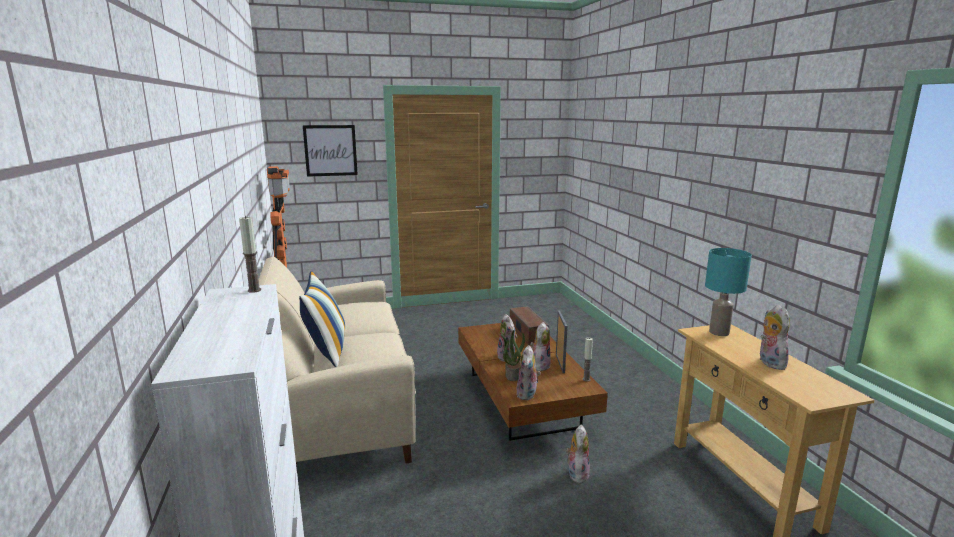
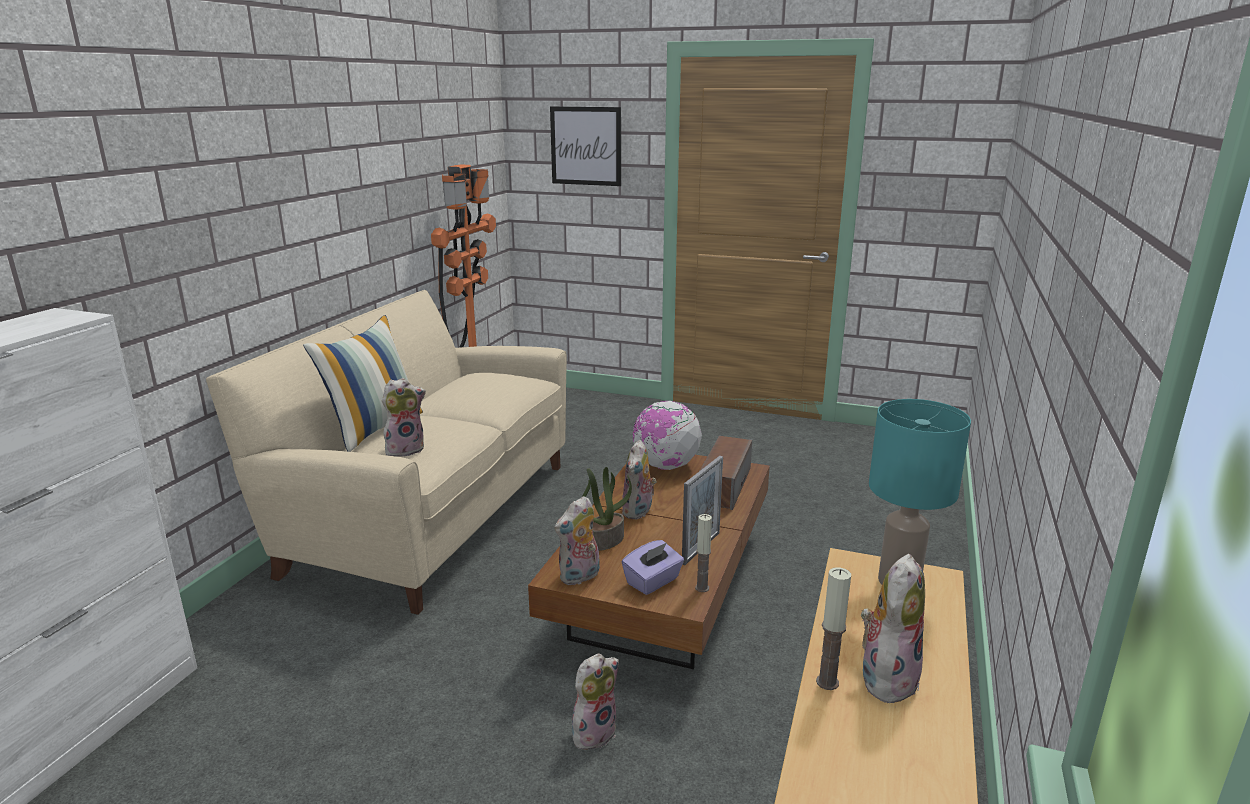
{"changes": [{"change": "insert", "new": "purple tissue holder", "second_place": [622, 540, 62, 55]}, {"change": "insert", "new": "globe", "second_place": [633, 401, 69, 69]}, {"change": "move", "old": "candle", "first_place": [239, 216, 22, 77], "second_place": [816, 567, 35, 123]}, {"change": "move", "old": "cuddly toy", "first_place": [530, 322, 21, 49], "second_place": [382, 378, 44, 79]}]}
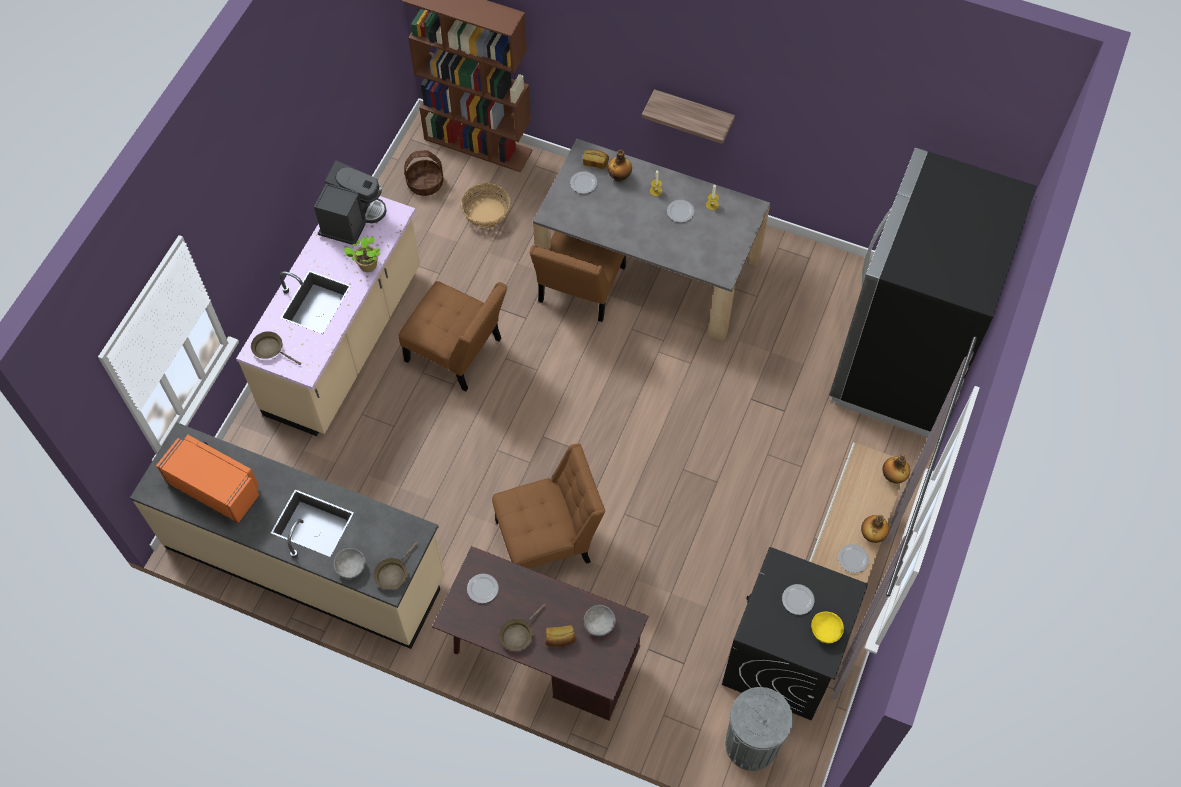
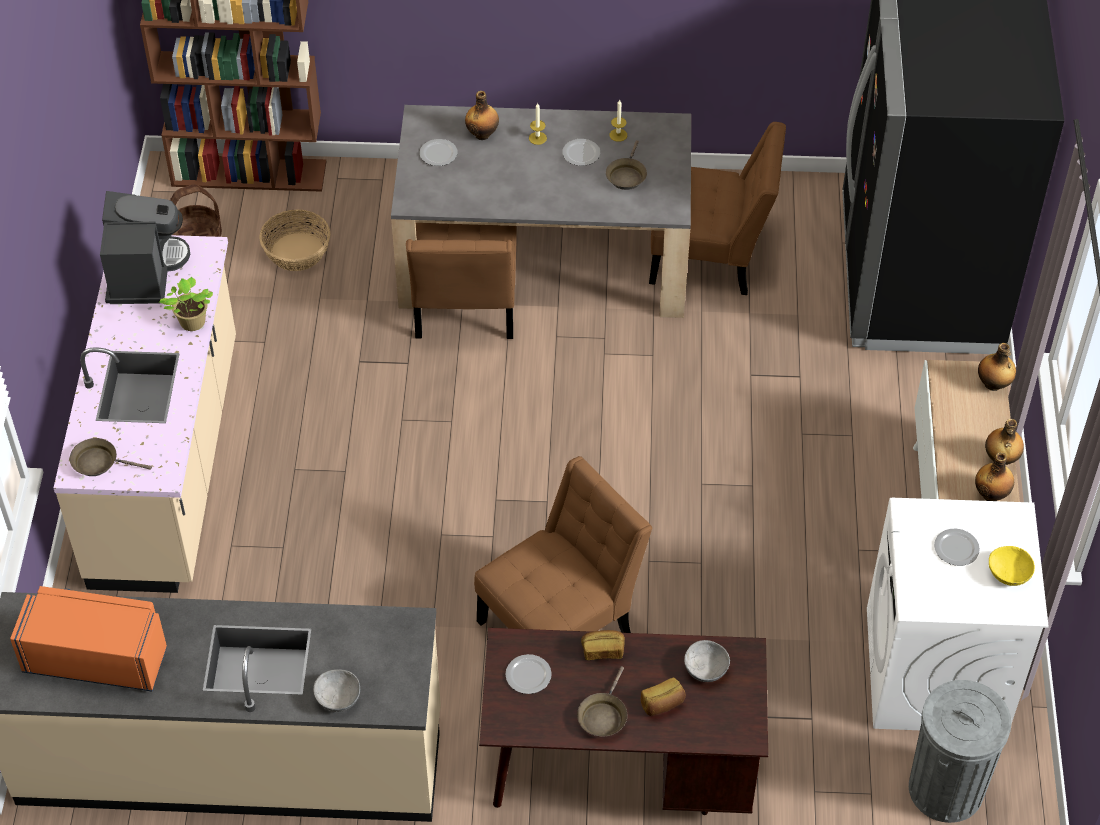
{"changes": [{"change": "delete", "old": "bracket shelf", "first_place": [641, 89, 94, 55]}, {"change": "move", "old": "brown-coloured pan", "first_place": [373, 541, 45, 49], "second_place": [606, 140, 41, 50]}, {"change": "move", "old": "brown-coloured plain chair", "first_place": [399, 281, 109, 111], "second_place": [649, 122, 137, 173]}, {"change": "move", "old": "bakery bread", "first_place": [583, 149, 26, 21], "second_place": [581, 630, 44, 30]}, {"change": "replace", "old": "dinner plate", "new": "drink bottle", "first_place": [838, 544, 31, 29], "second_place": [975, 453, 39, 48]}, {"change": "recolor", "old": "black laundry appliance", "new": "white laundry appliance", "first_place": [722, 547, 146, 173], "second_place": [867, 498, 182, 232]}]}
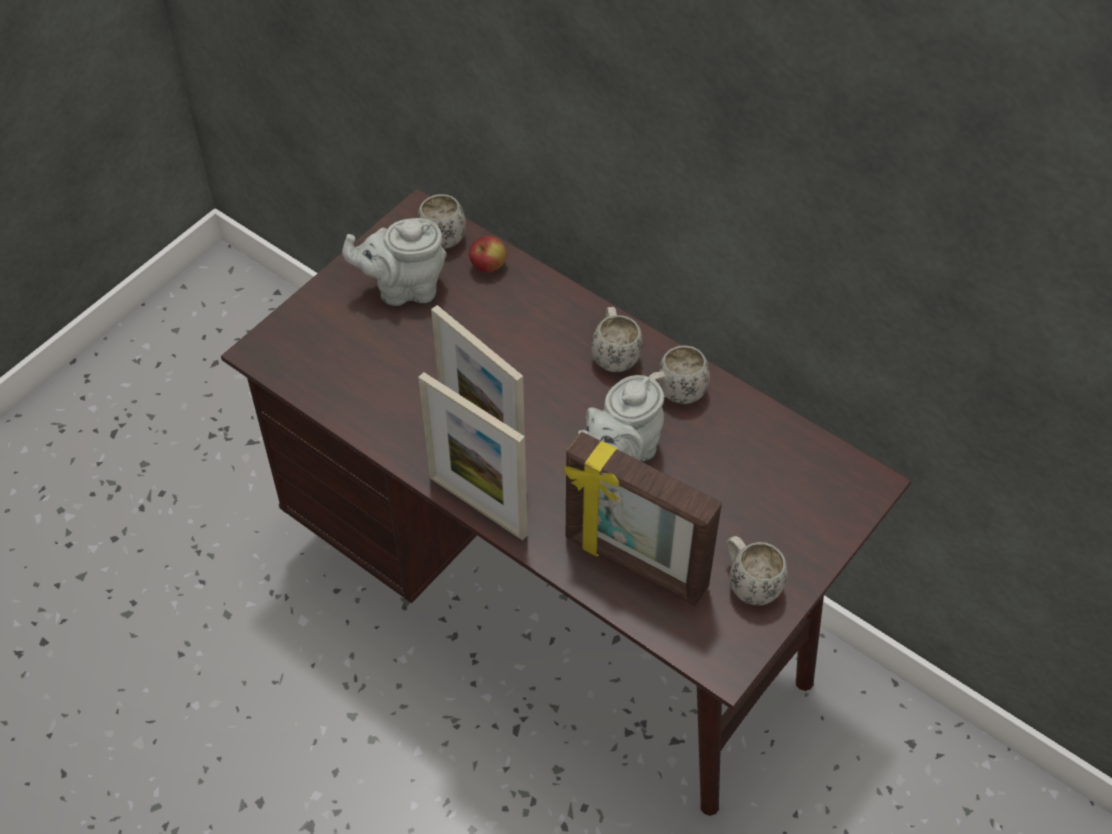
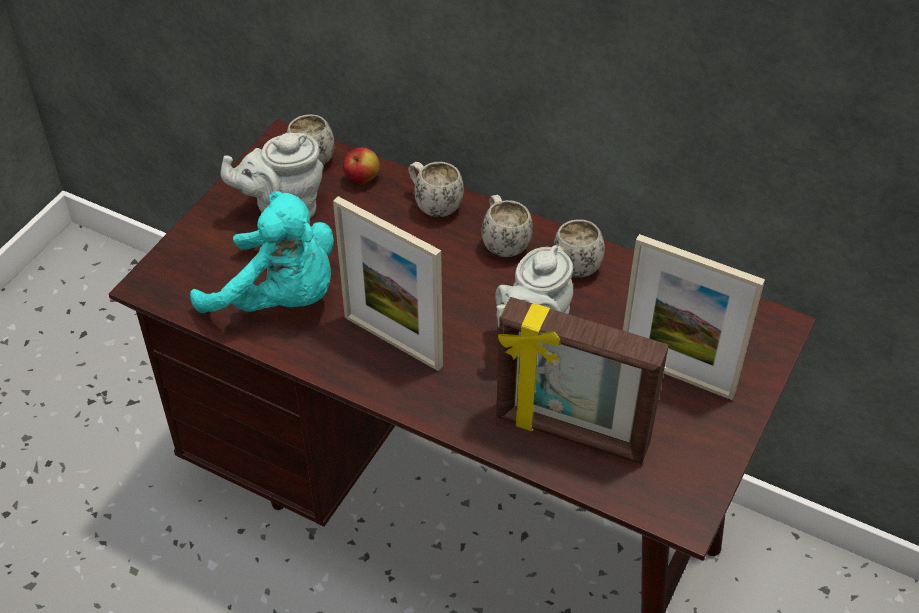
{"changes": [{"change": "insert", "new": "blue-green cuddly toy", "second_place": [190, 191, 144, 122]}, {"change": "move", "old": "standing frame", "first_place": [418, 372, 110, 168], "second_place": [623, 234, 142, 166]}, {"change": "move", "old": "white coffee mug", "first_place": [726, 536, 62, 70], "second_place": [408, 162, 56, 55]}]}
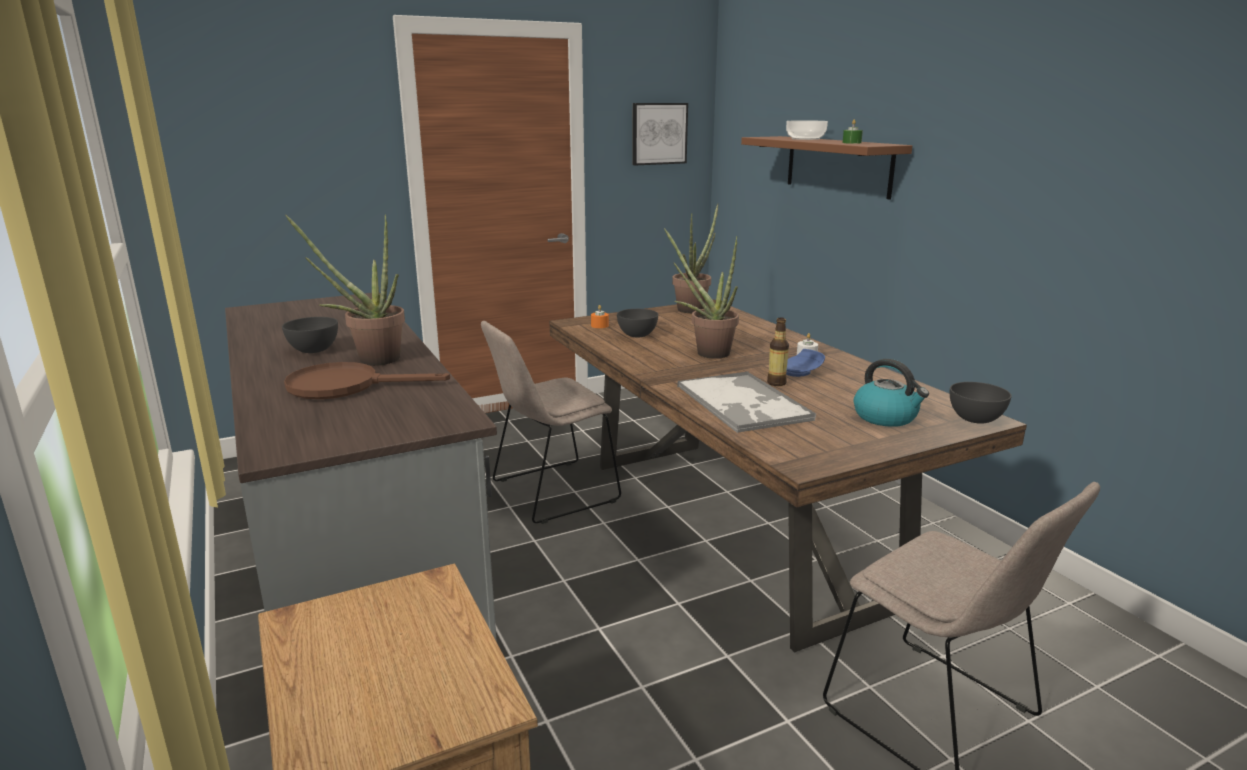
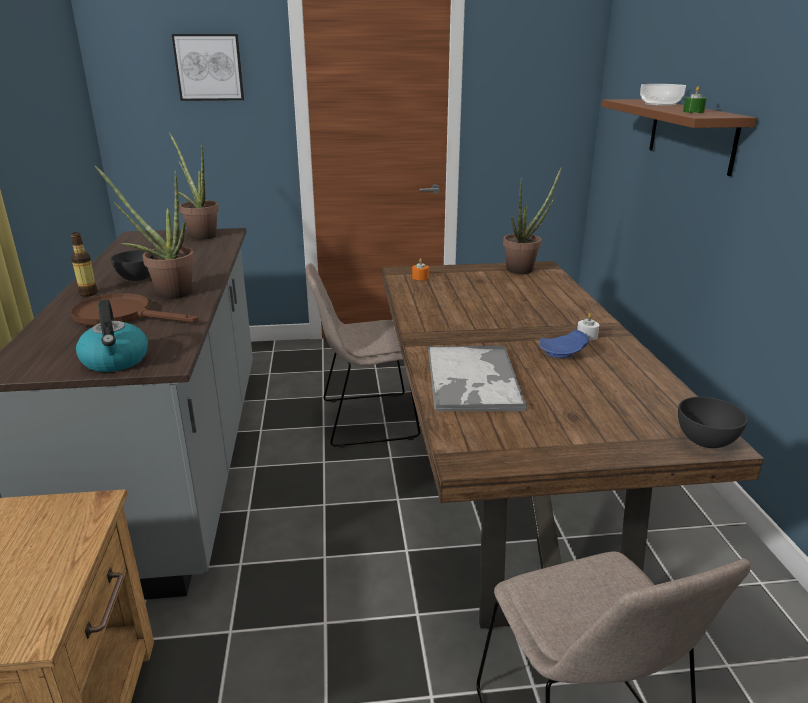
{"changes": [{"change": "delete", "old": "grey serving bowl", "first_place": [617, 309, 41, 28]}, {"change": "move", "old": "picture", "first_place": [632, 103, 56, 62], "second_place": [172, 34, 72, 67]}, {"change": "move", "old": "potted plant", "first_place": [664, 228, 75, 131], "second_place": [169, 132, 50, 108]}, {"change": "move", "old": "drink bottle", "first_place": [767, 318, 22, 68], "second_place": [71, 232, 27, 65]}, {"change": "move", "old": "kettle", "first_place": [854, 359, 75, 68], "second_place": [76, 300, 72, 72]}]}
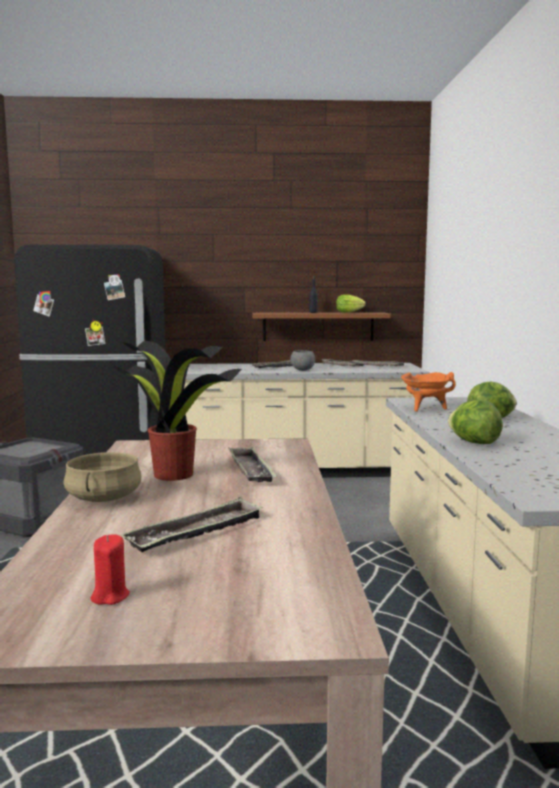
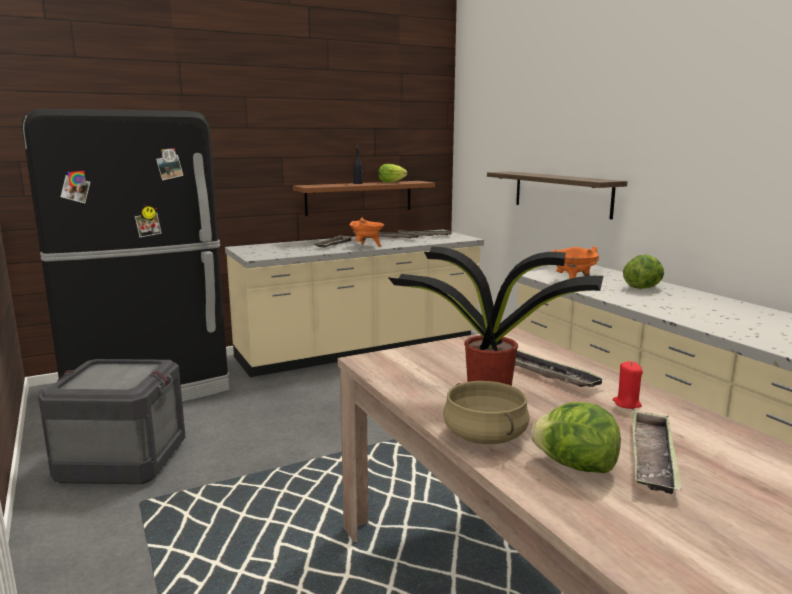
{"changes": [{"change": "insert", "new": "bracket shelf", "second_place": [487, 172, 140, 48]}, {"change": "move", "old": "red-coloured candle", "first_place": [91, 534, 39, 71], "second_place": [612, 361, 31, 48]}, {"change": "move", "old": "head of lettuce", "first_place": [448, 399, 55, 45], "second_place": [531, 402, 90, 71]}, {"change": "replace", "old": "grey serving bowl", "new": "orangey cooking pot", "first_place": [290, 350, 25, 21], "second_place": [349, 218, 35, 29]}]}
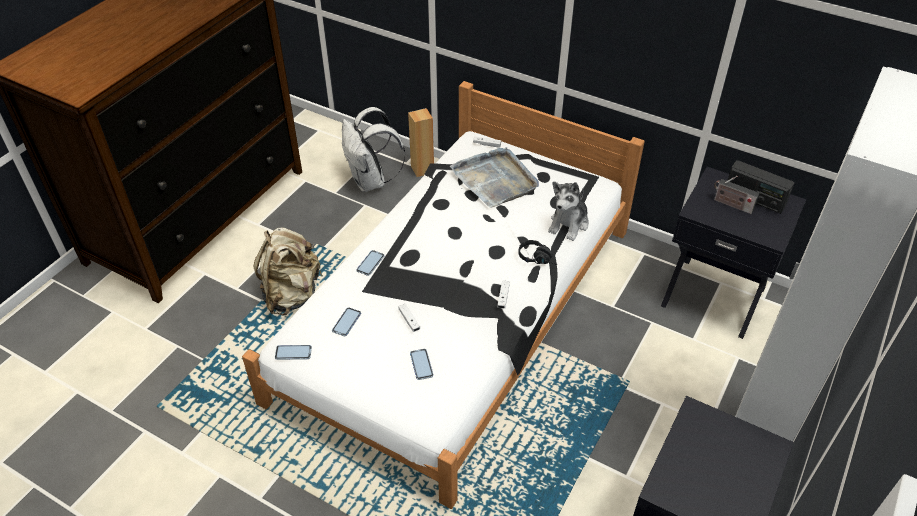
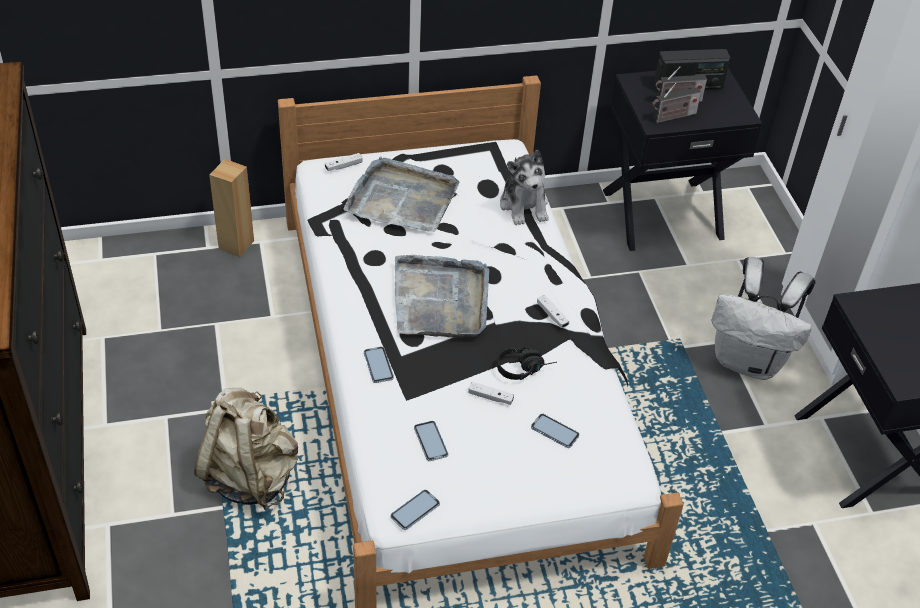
{"changes": [{"change": "insert", "new": "grey tray", "second_place": [395, 255, 94, 83]}, {"change": "insert", "new": "radio set", "second_place": [652, 83, 49, 40]}, {"change": "move", "old": "white backpack", "first_place": [342, 107, 63, 85], "second_place": [712, 257, 104, 123]}, {"change": "move", "old": "black pair of headphones", "first_place": [518, 240, 39, 25], "second_place": [497, 347, 60, 33]}]}
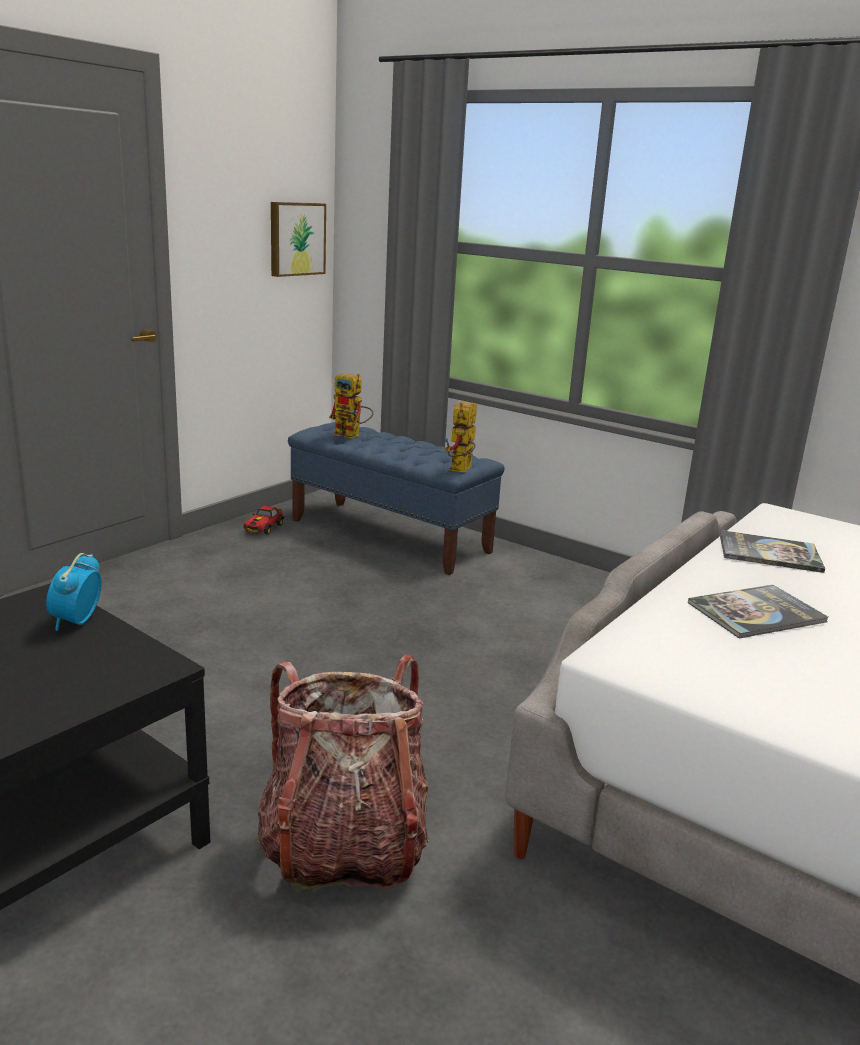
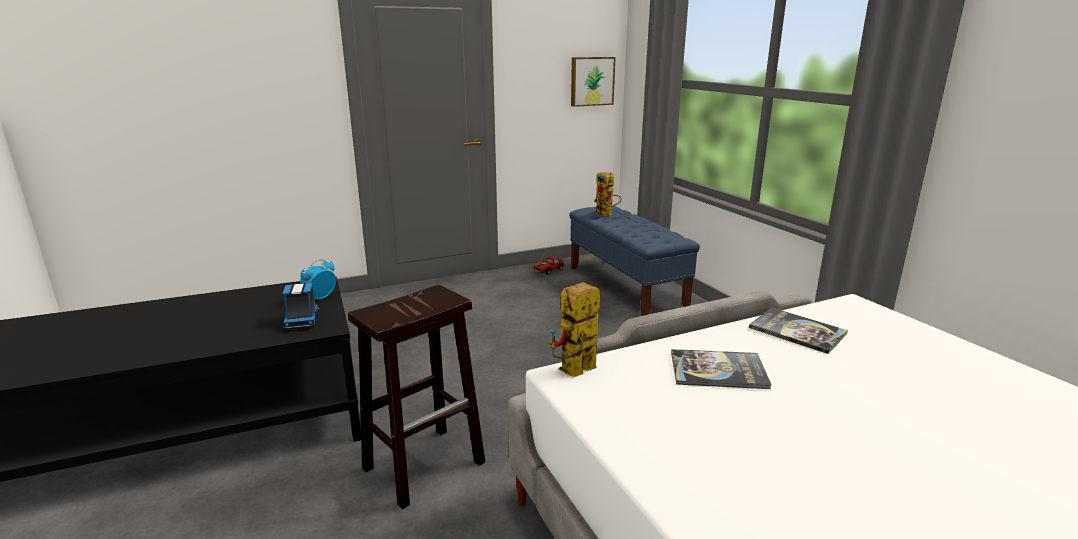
{"changes": [{"change": "insert", "new": "toy lorry", "second_place": [281, 283, 39, 46]}, {"change": "move", "old": "toy robot", "first_place": [444, 401, 33, 71], "second_place": [549, 282, 51, 96]}, {"change": "replace", "old": "backpack", "new": "brown-coloured stool seat", "first_place": [257, 654, 172, 239], "second_place": [348, 285, 137, 224]}]}
